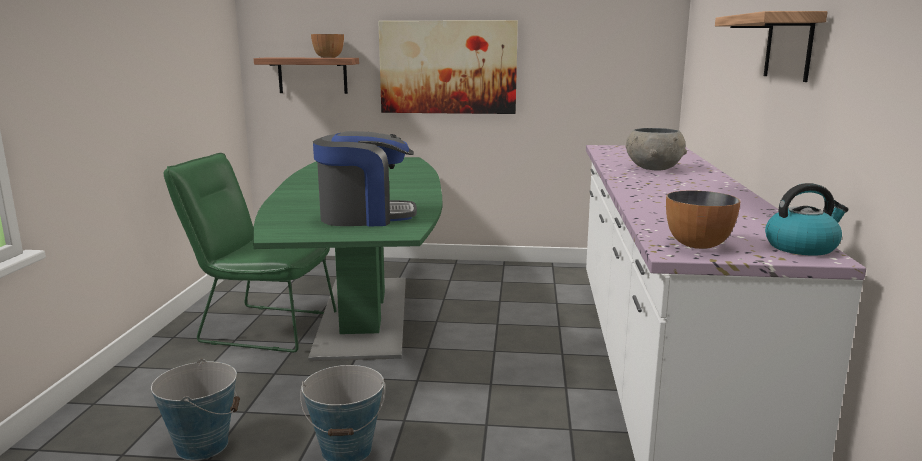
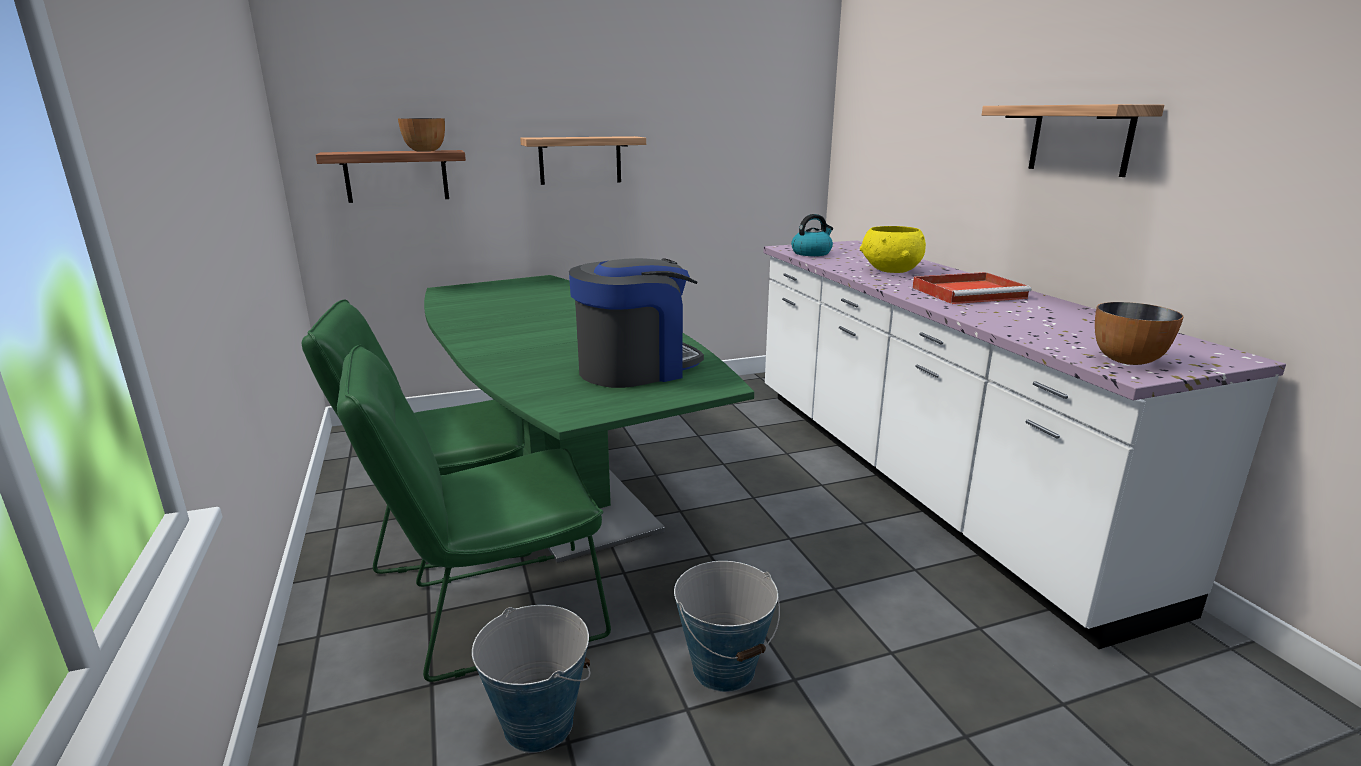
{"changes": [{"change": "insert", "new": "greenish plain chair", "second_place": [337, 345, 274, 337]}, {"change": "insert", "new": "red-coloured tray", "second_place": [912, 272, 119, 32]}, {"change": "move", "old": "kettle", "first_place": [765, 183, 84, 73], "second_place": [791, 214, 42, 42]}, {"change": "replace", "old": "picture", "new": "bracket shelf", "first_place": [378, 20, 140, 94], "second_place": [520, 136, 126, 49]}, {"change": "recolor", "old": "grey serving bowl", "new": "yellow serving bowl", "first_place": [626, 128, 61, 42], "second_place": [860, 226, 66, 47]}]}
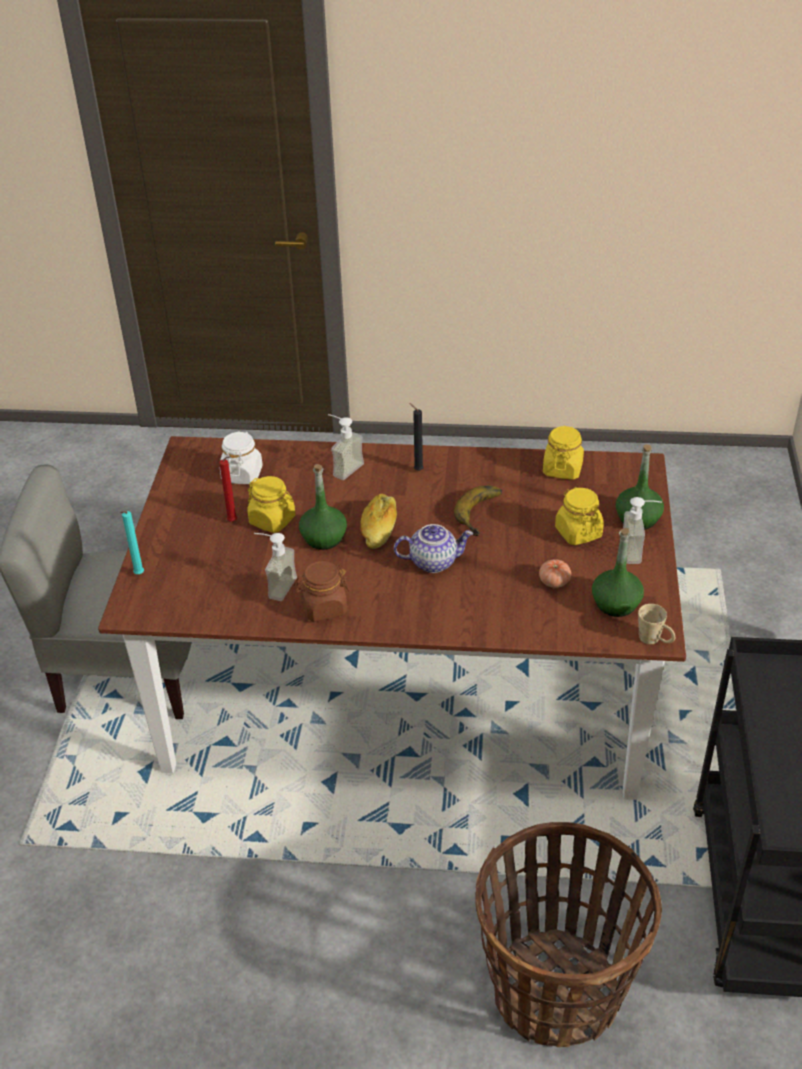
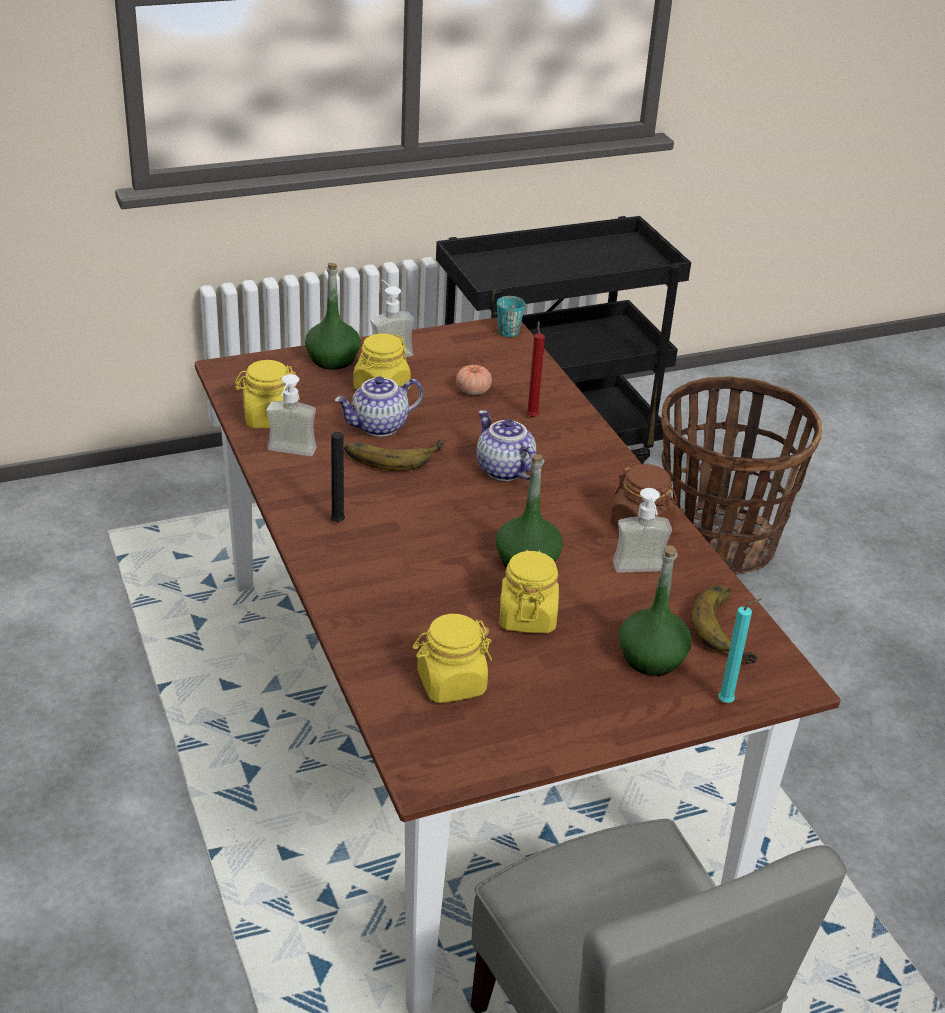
{"changes": [{"change": "delete", "old": "bakery bread", "first_place": [360, 494, 37, 55]}, {"change": "insert", "new": "tea pot", "second_place": [334, 376, 90, 61]}, {"change": "insert", "new": "banana fruit", "second_place": [691, 585, 66, 79]}, {"change": "move", "old": "red-coloured candle", "first_place": [219, 456, 18, 66], "second_place": [526, 321, 19, 96]}, {"change": "move", "old": "liquid soap bottle", "first_place": [328, 414, 36, 66], "second_place": [266, 374, 51, 82]}, {"change": "move", "old": "greenish drink bottle", "first_place": [592, 528, 52, 89], "second_place": [619, 545, 73, 131]}, {"change": "recolor", "old": "white storage jar", "new": "yellow storage jar", "first_place": [220, 431, 43, 53], "second_place": [413, 614, 79, 89]}, {"change": "recolor", "old": "beige coffee mug", "new": "blue-green coffee mug", "first_place": [638, 604, 37, 40], "second_place": [497, 296, 28, 41]}]}
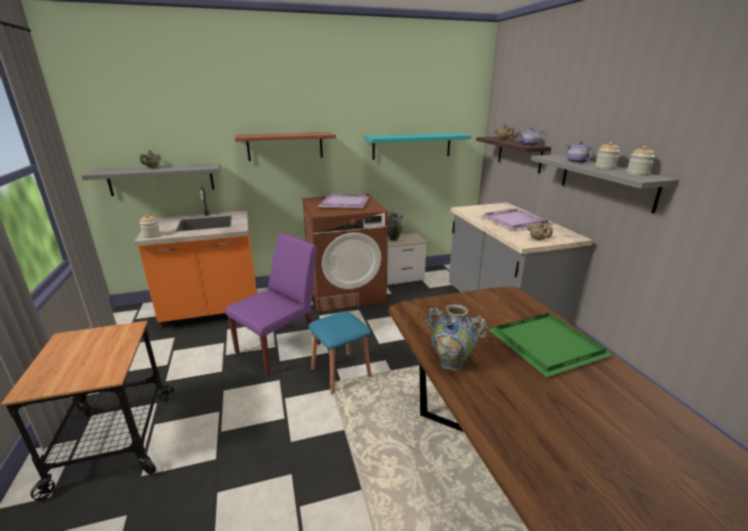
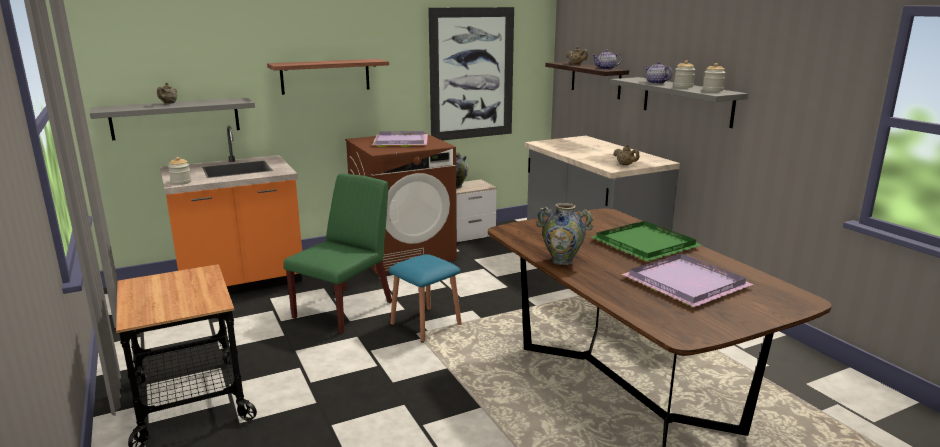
{"changes": [{"change": "move", "old": "purple tray", "first_place": [481, 209, 71, 22], "second_place": [622, 254, 132, 53]}, {"change": "replace", "old": "blue-green bracket shelf", "new": "picture", "first_place": [364, 133, 107, 27], "second_place": [428, 7, 86, 134]}, {"change": "recolor", "old": "purple plain chair", "new": "greenish plain chair", "first_place": [225, 234, 96, 141], "second_place": [284, 174, 108, 160]}]}
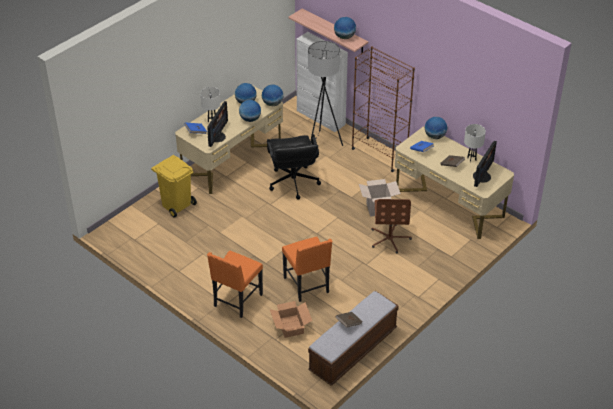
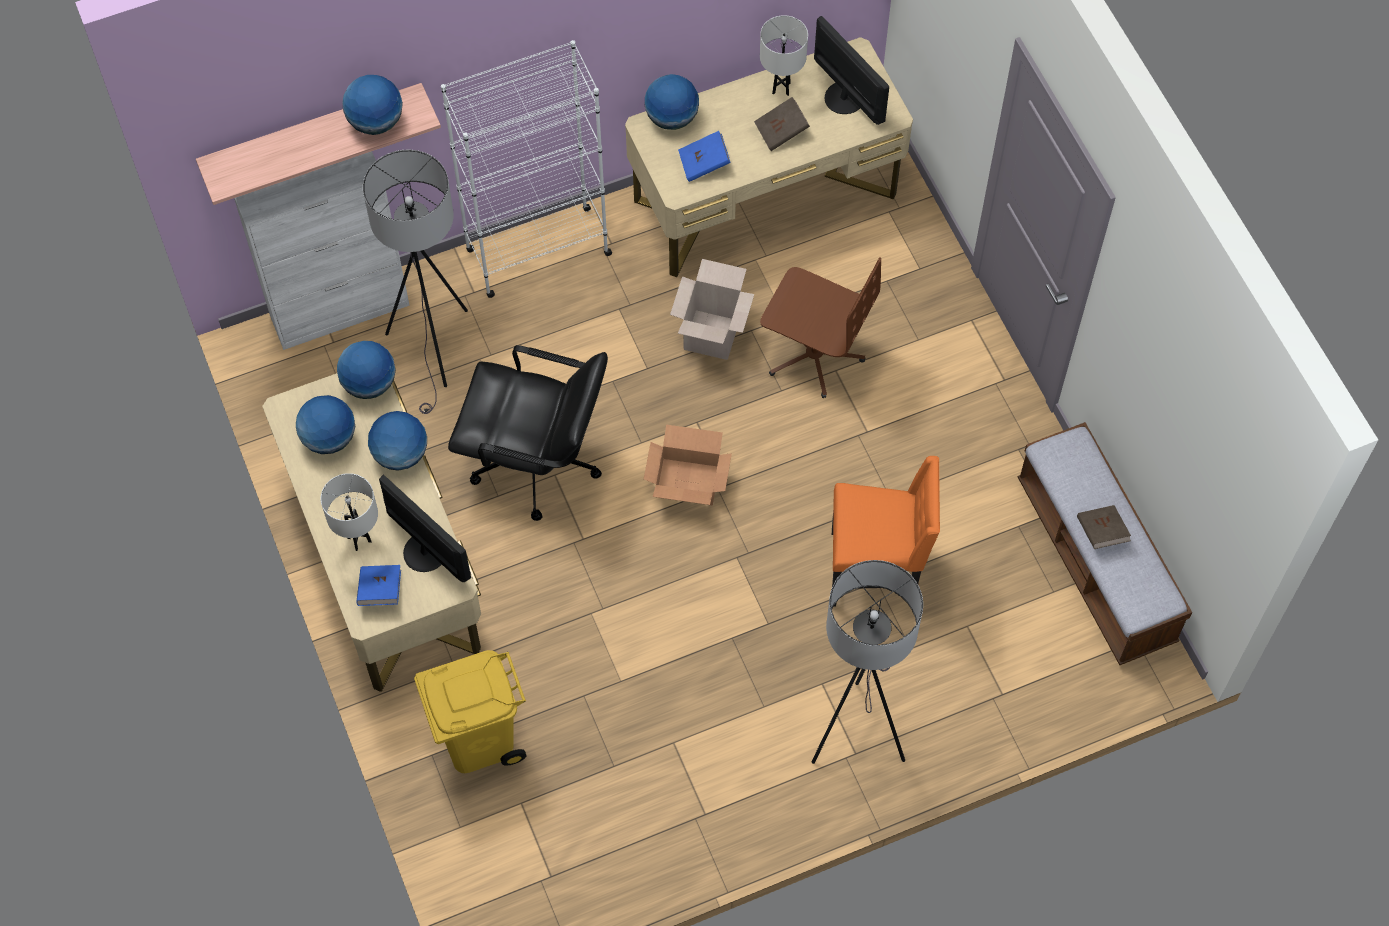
{"changes": [{"change": "move", "old": "carton", "first_place": [270, 301, 42, 37], "second_place": [644, 425, 88, 80]}, {"change": "replace", "old": "orangey plain chair", "new": "grey floor lamp", "first_place": [207, 251, 56, 67], "second_place": [811, 560, 112, 204]}, {"change": "recolor", "old": "brown-coloured shelving unit", "new": "white shelving unit", "first_place": [351, 46, 64, 126], "second_place": [441, 40, 171, 258]}]}
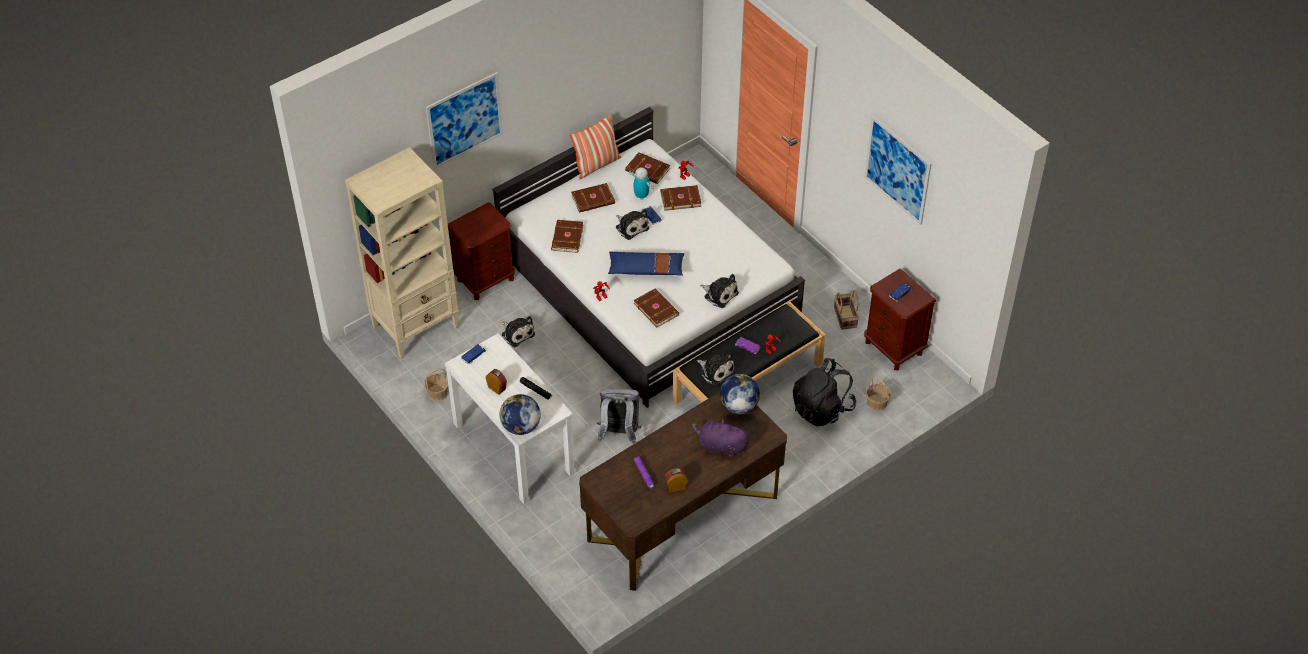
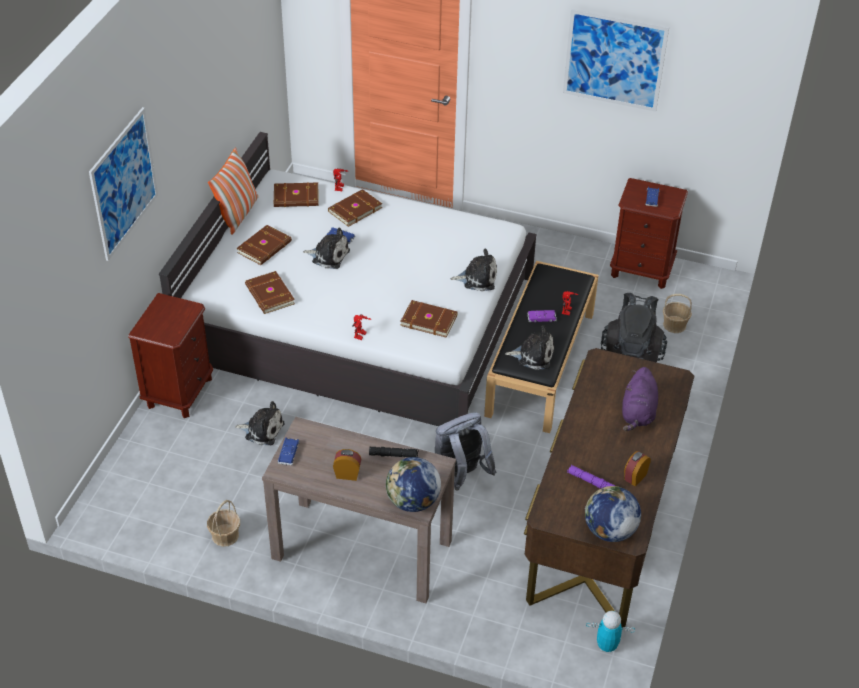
{"changes": [{"change": "delete", "old": "beige shelving unit", "first_place": [345, 147, 114, 212]}, {"change": "delete", "old": "bluish cushion", "first_place": [608, 252, 76, 24]}, {"change": "delete", "old": "basket", "first_place": [834, 290, 25, 40]}, {"change": "move", "old": "toy robot", "first_place": [629, 167, 25, 33], "second_place": [586, 611, 49, 42]}, {"change": "move", "old": "globe", "first_place": [720, 374, 40, 40], "second_place": [585, 486, 56, 56]}, {"change": "recolor", "old": "white narrow table", "new": "brown-coloured narrow table", "first_place": [445, 333, 130, 171], "second_place": [262, 417, 194, 186]}, {"change": "rotate", "old": "purple cuddly toy", "first_place": [692, 419, 57, 38], "second_place": [622, 367, 36, 64], "degrees": -60}]}
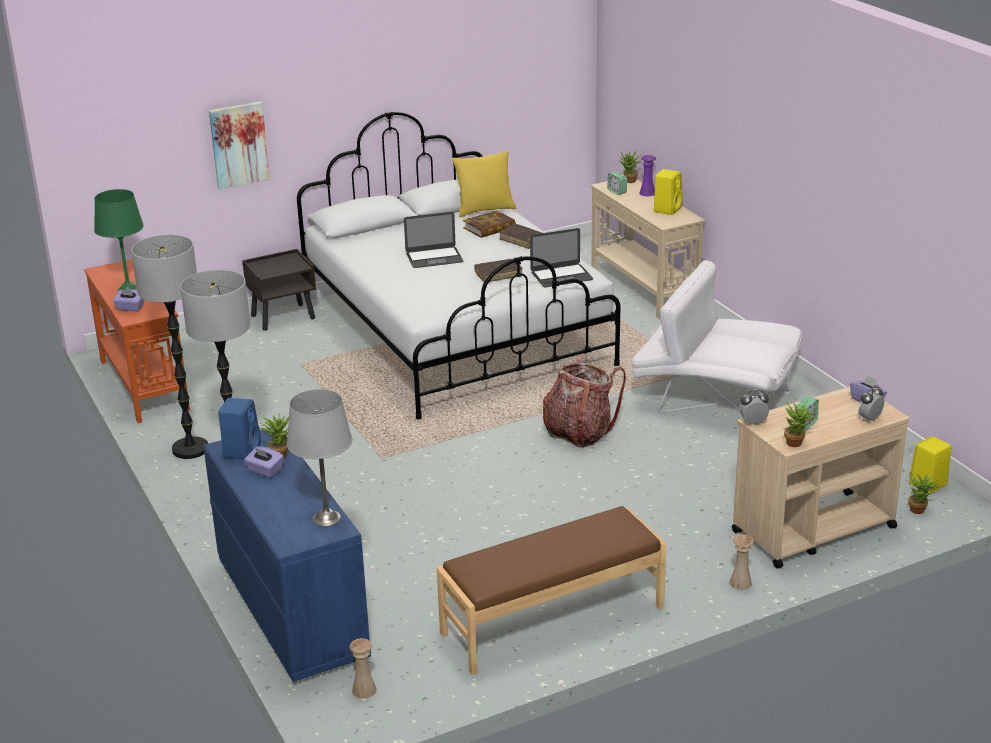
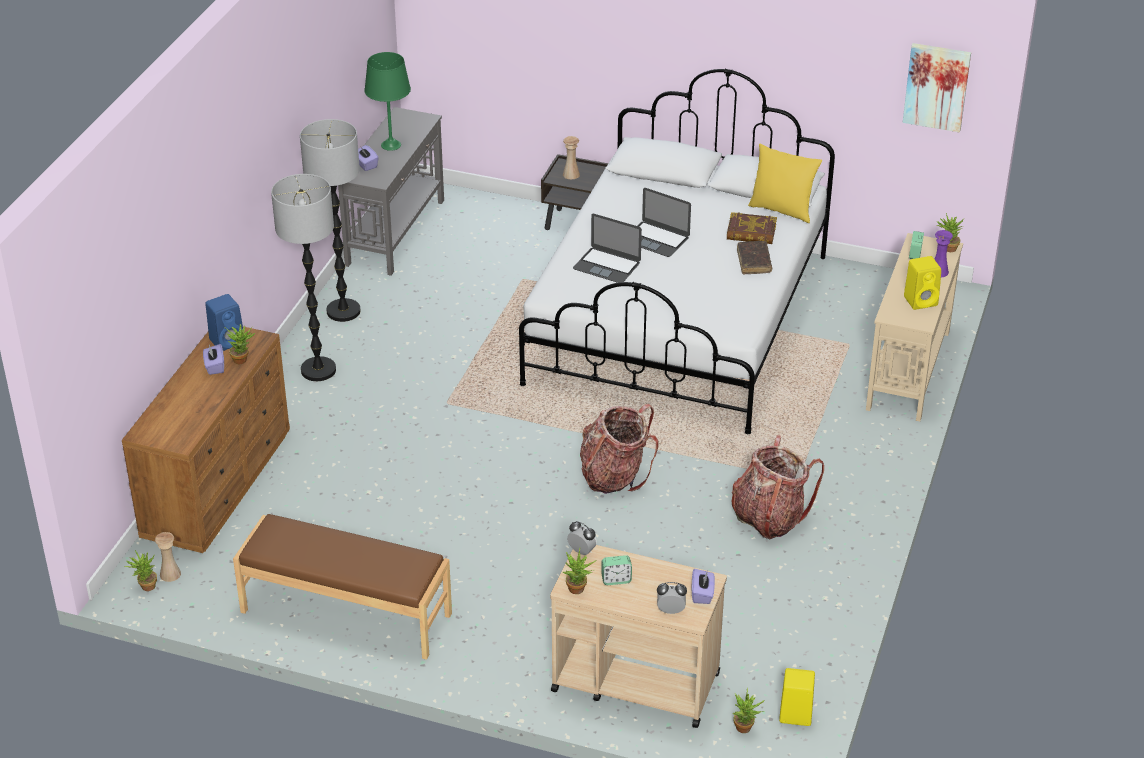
{"changes": [{"change": "delete", "old": "grey table lamp", "first_place": [287, 389, 65, 137]}, {"change": "delete", "old": "brown-coloured volume", "first_place": [474, 259, 49, 23]}, {"change": "insert", "new": "potted plant", "second_place": [124, 550, 33, 41]}, {"change": "move", "old": "picture", "first_place": [209, 101, 61, 89], "second_place": [903, 43, 68, 89]}, {"change": "move", "old": "notebook computer", "first_place": [530, 228, 63, 59], "second_place": [573, 214, 69, 69]}, {"change": "move", "old": "beige decorative vase", "first_place": [729, 534, 25, 56], "second_place": [563, 136, 17, 43]}, {"change": "replace", "old": "white armchair", "new": "backpack", "first_place": [631, 260, 172, 153], "second_place": [731, 435, 93, 104]}, {"change": "recolor", "old": "orangey narrow table", "new": "grey narrow table", "first_place": [84, 259, 106, 164], "second_place": [338, 107, 106, 169]}, {"change": "recolor", "old": "bluish dresser", "new": "brown-coloured dresser", "first_place": [203, 427, 168, 255], "second_place": [122, 327, 168, 226]}]}
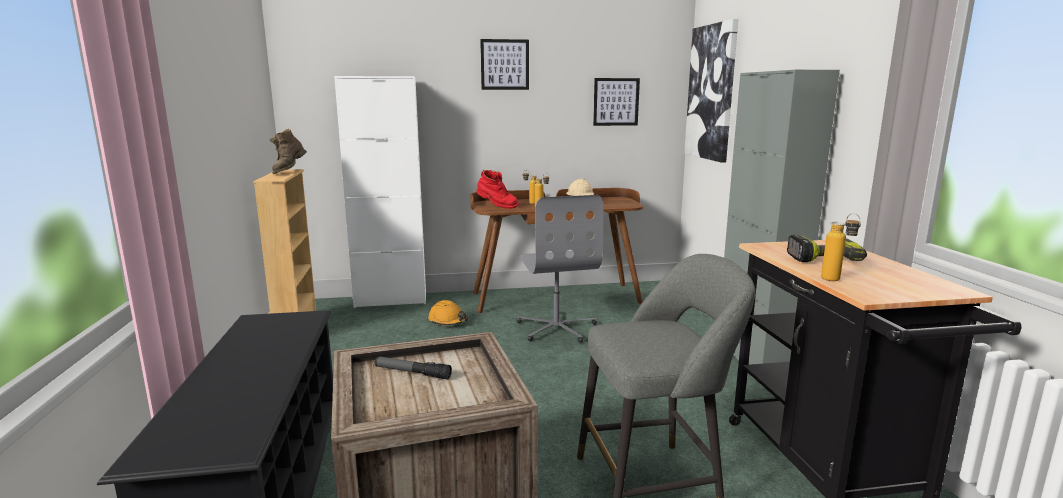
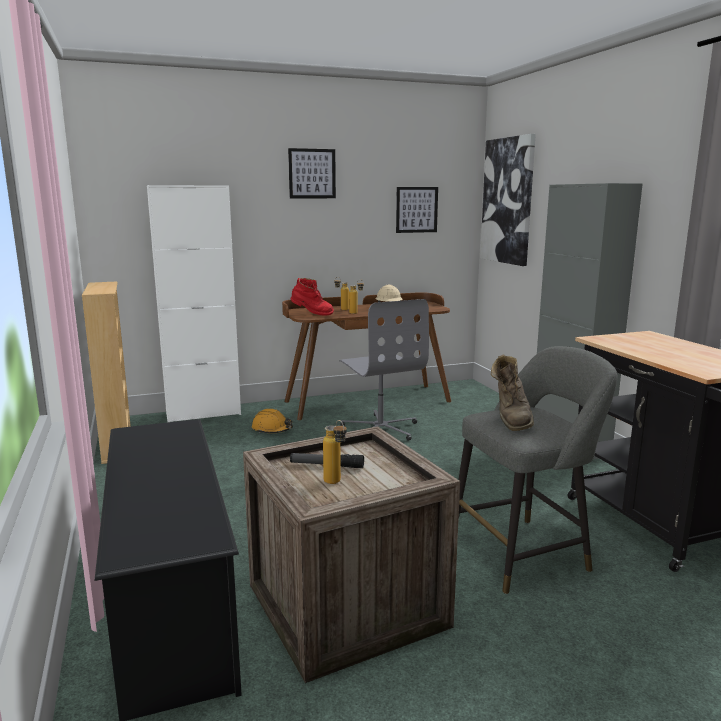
{"changes": [{"change": "delete", "old": "drill", "first_place": [787, 235, 80, 27]}, {"change": "move", "old": "brown-coloured tall boot", "first_place": [269, 129, 38, 45], "second_place": [491, 354, 43, 77]}, {"change": "move", "old": "drink bottle", "first_place": [821, 213, 40, 68], "second_place": [323, 420, 24, 64]}]}
